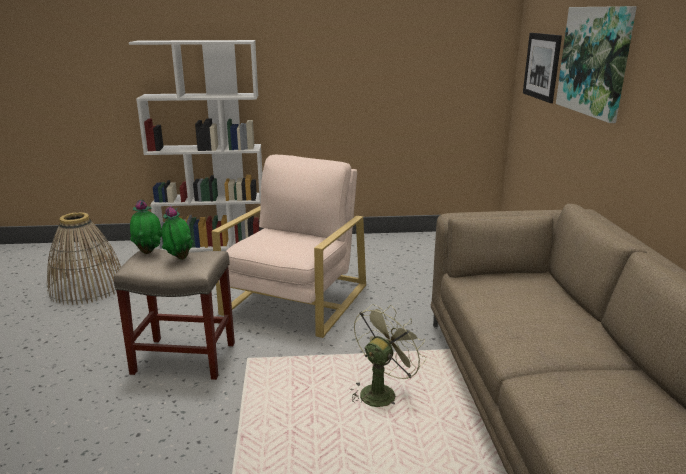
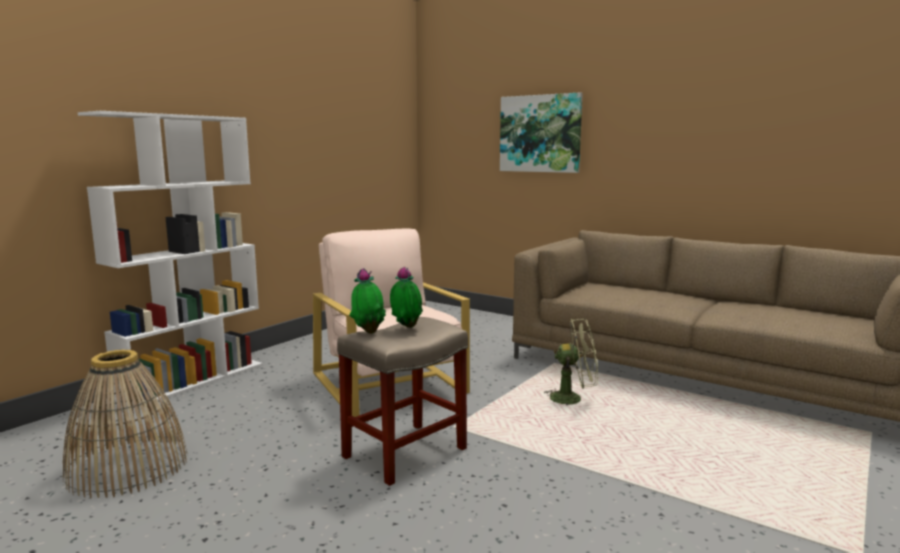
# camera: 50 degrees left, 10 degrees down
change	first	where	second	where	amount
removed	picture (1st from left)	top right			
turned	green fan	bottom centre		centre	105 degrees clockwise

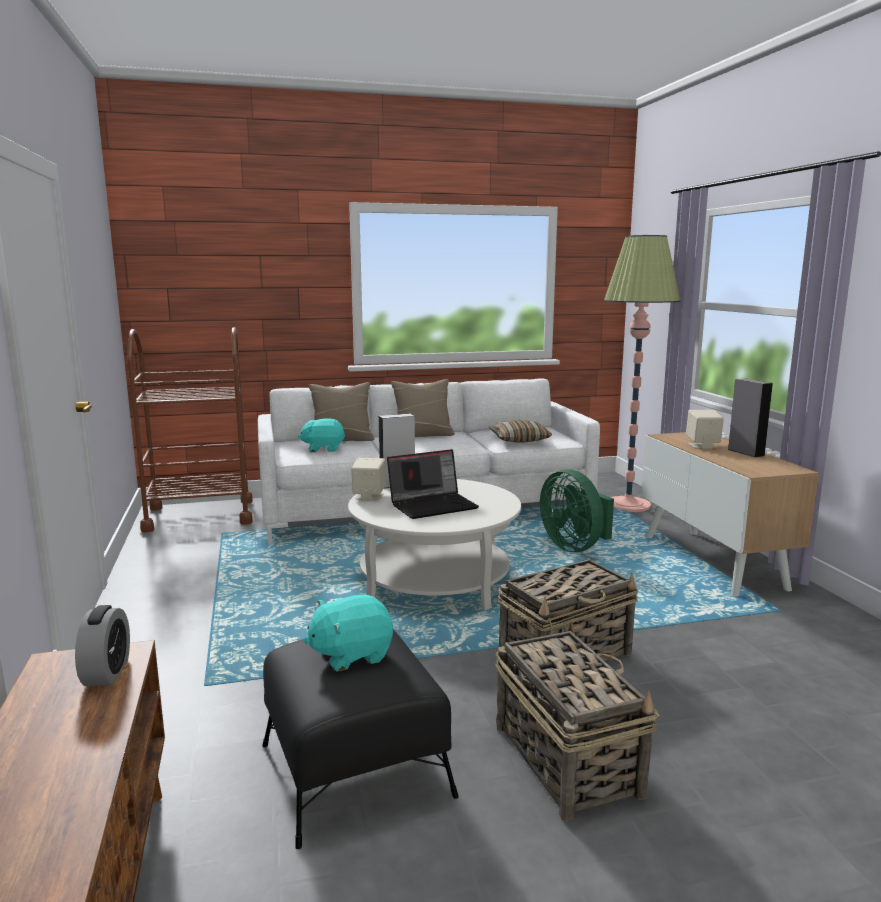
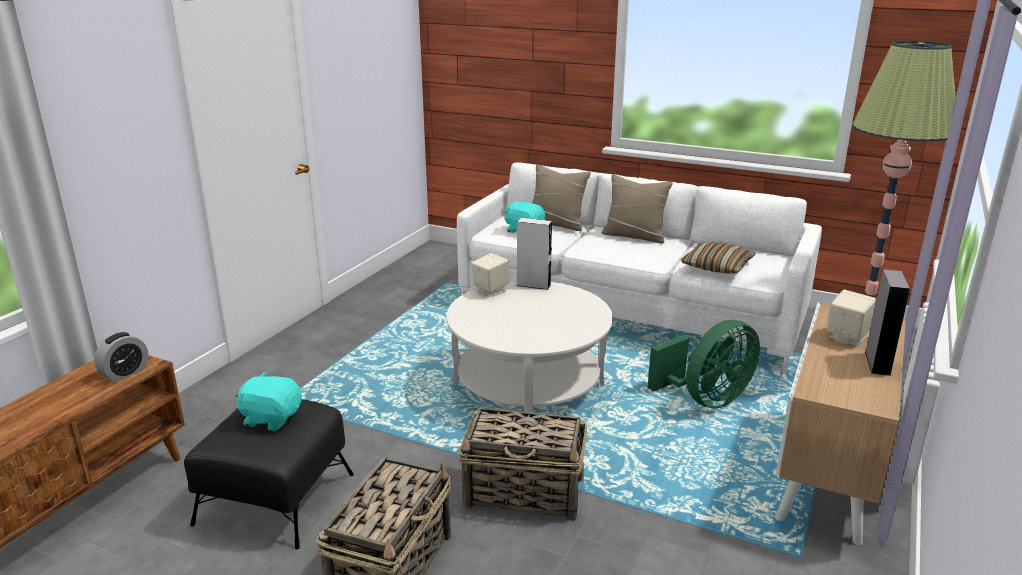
# camera: 40 degrees right, 10 degrees up
change	first	where	second	where	amount
removed	brown cart	middle left			
removed	laptop	centre			
turned	green fan	centre		middle right	135 degrees counterclockwise

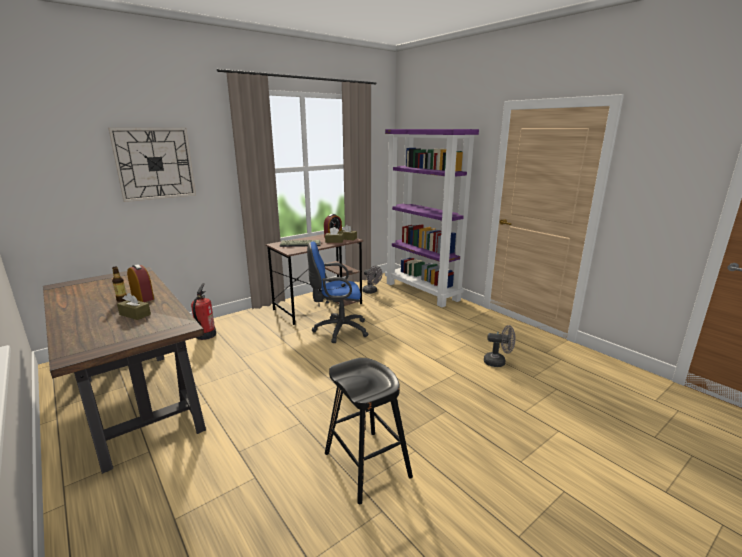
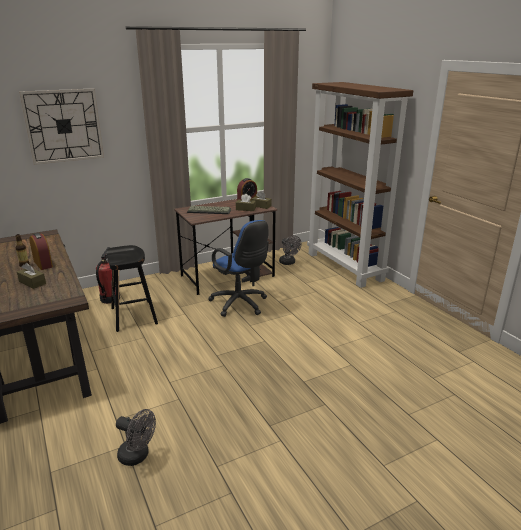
# camera: 10 degrees right, 5 degrees up
change	first	where	second	where	amount
recoloured	purple bookcase	centre	brown bookcase	middle right	
turned	blue office chair	centre		centre	135 degrees counterclockwise
moved	grey fan (2nd from left in the first image)	middle right	grey fan (1st from left)	bottom left	
moved	black stool	bottom centre		middle left	

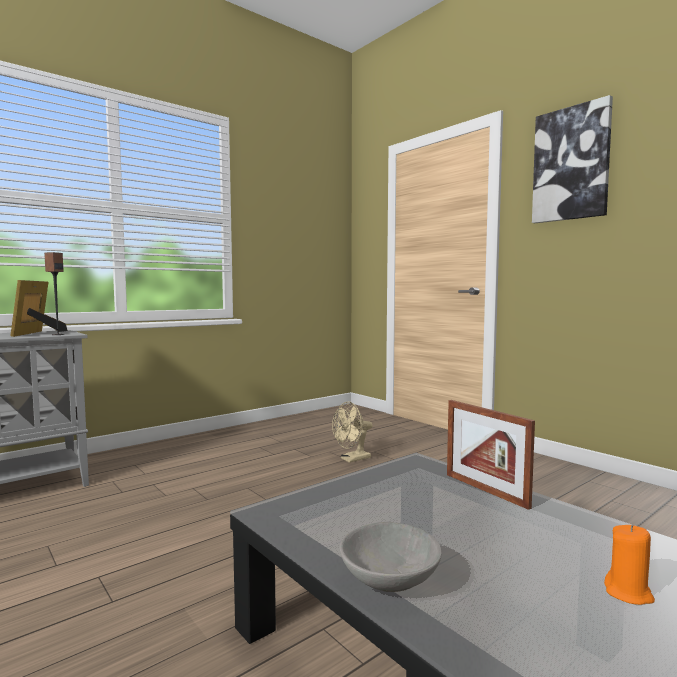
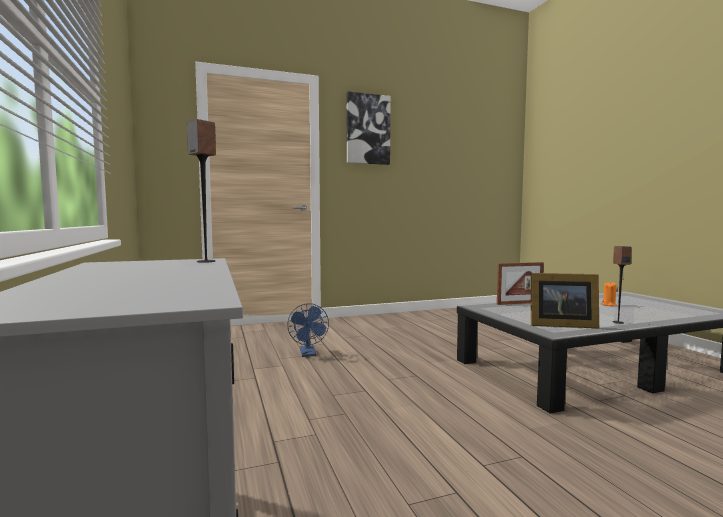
# camera: 70 degrees left, 0 degrees up
change	first	where	second	where	amount
moved	picture frame (1st from left in the first image)	middle left	picture frame (2nd from left)	middle right	
recoloured	beige fan	centre	blue fan	centre	
replaced	grey bowl	bottom centre	speaker (2nd from left)	middle right	

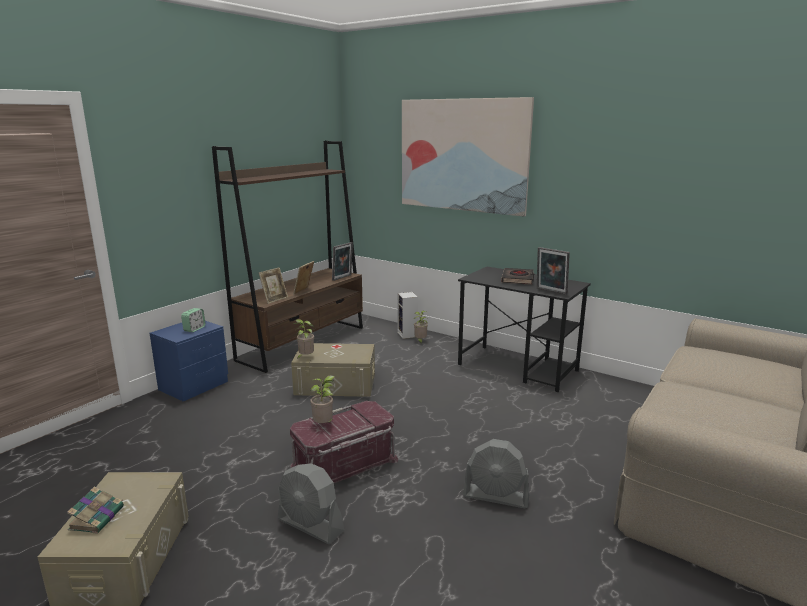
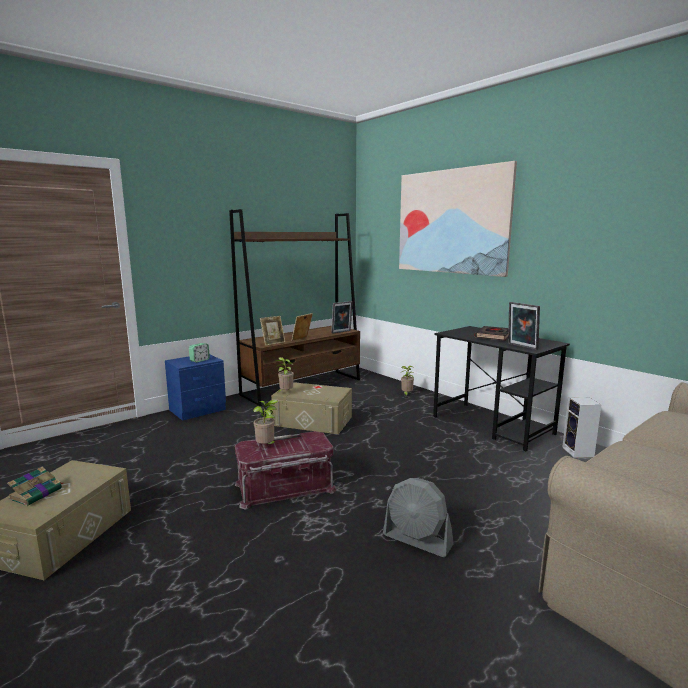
# camera: 15 degrees right, 5 degrees down
change	first	where	second	where	amount
moved	speaker	centre		middle right	
removed	grey fan (1st from left)	bottom centre			

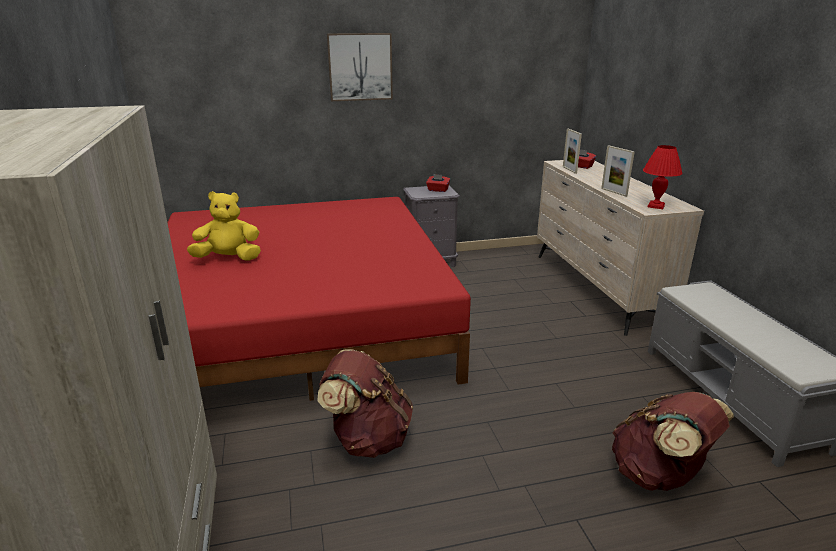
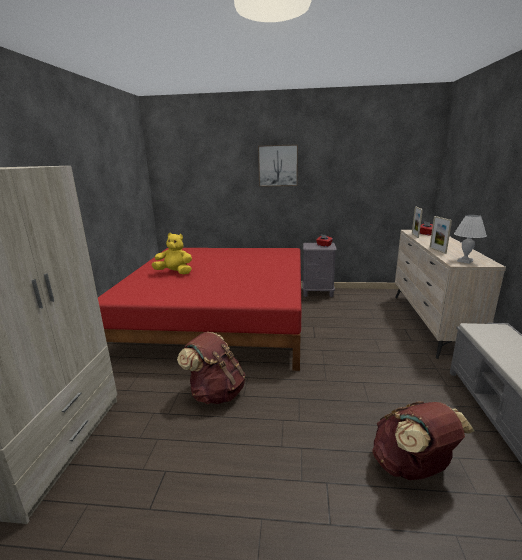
# camera: 20 degrees right, 5 degrees down
change	first	where	second	where	amount
recoloured	red table lamp	top right	white table lamp	middle right	

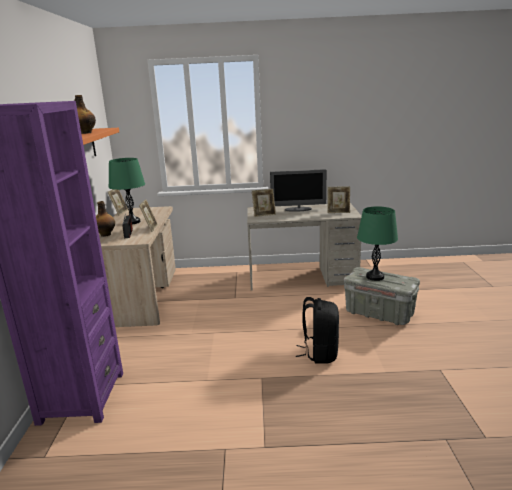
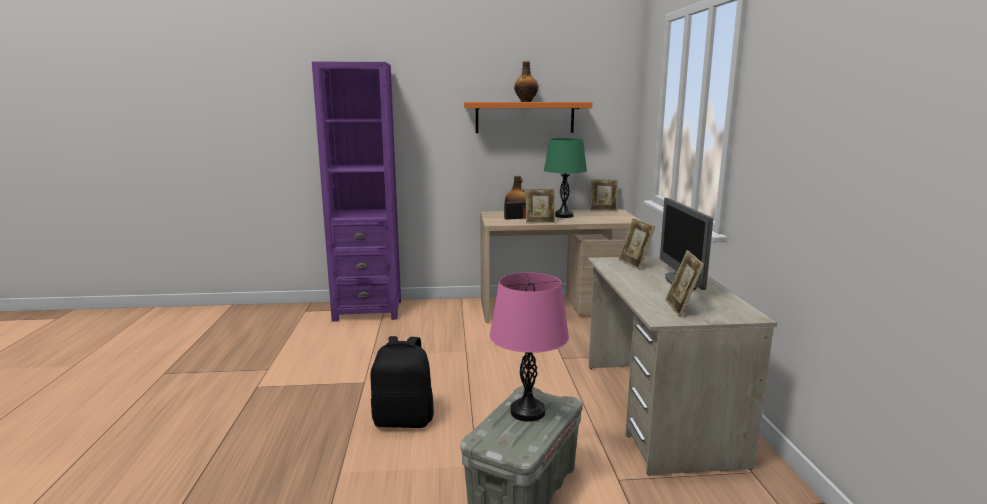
# camera: 85 degrees right, 5 degrees down
change	first	where	second	where	amount
recoloured	green table lamp (2nd from left)	middle right	pink table lamp	bottom centre	

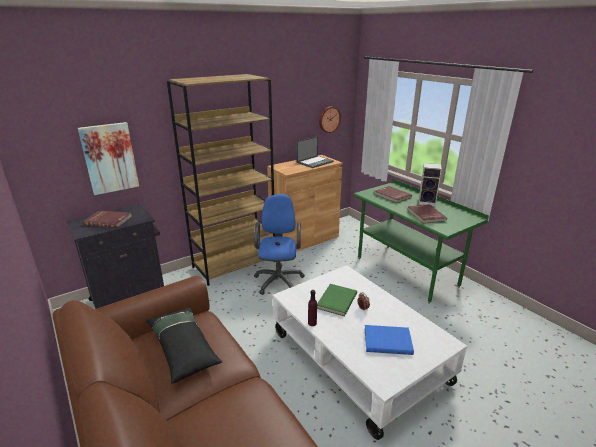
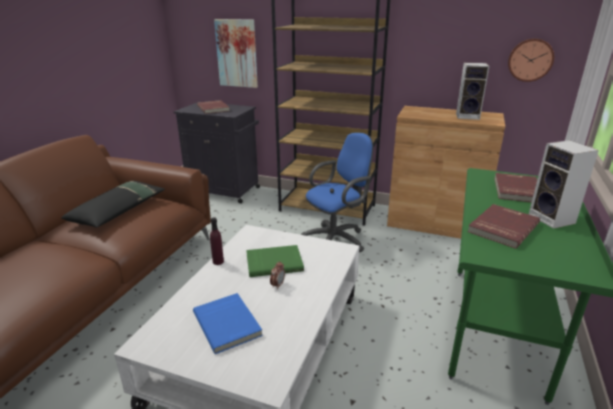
# camera: 55 degrees right, 0 degrees up
change	first	where	second	where	amount
replaced	laptop	centre	speaker (1st from left)	top right	

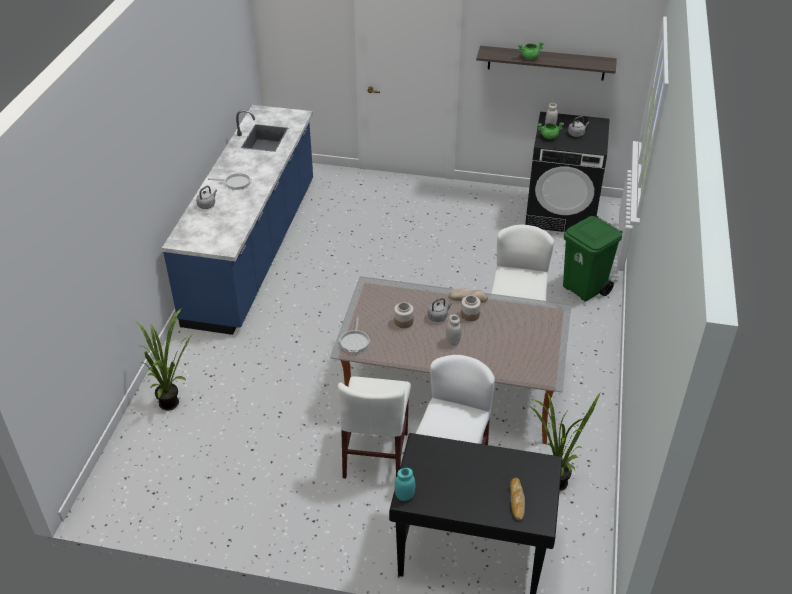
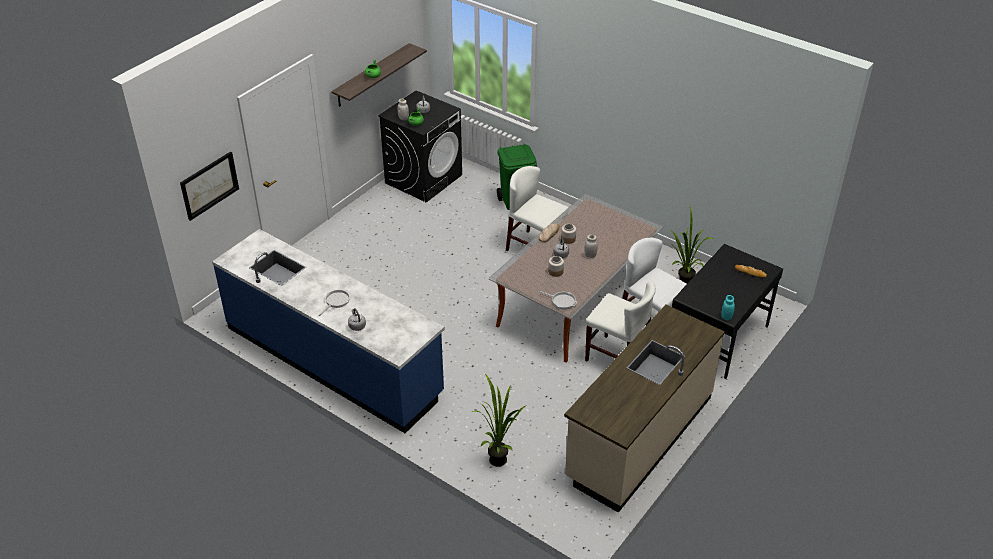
# camera: 65 degrees left, 0 degrees up
change	first	where	second	where	amount
added			picture	top left	
added			beige counter	bottom centre	

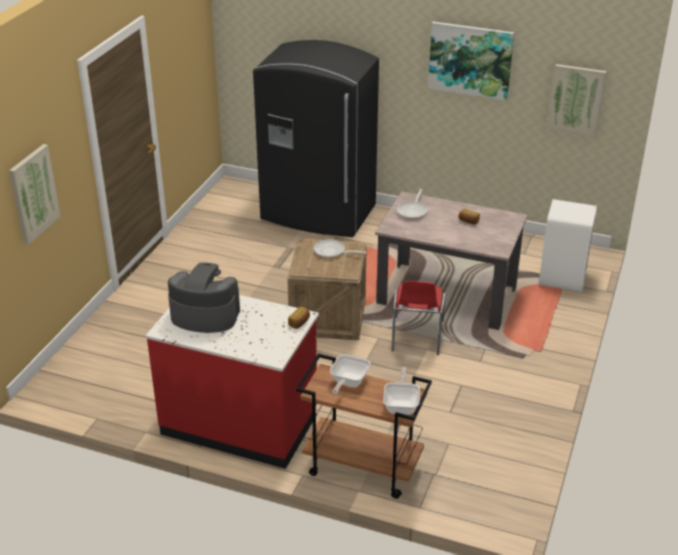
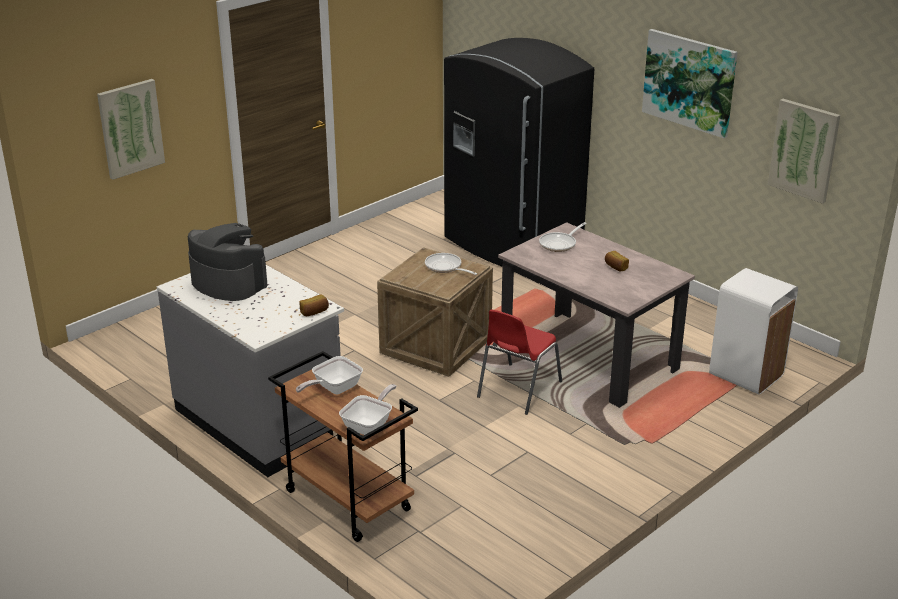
# camera: 25 degrees right, 5 degrees down
change	first	where	second	where	amount
recoloured	red counter	bottom centre	grey counter	middle left	

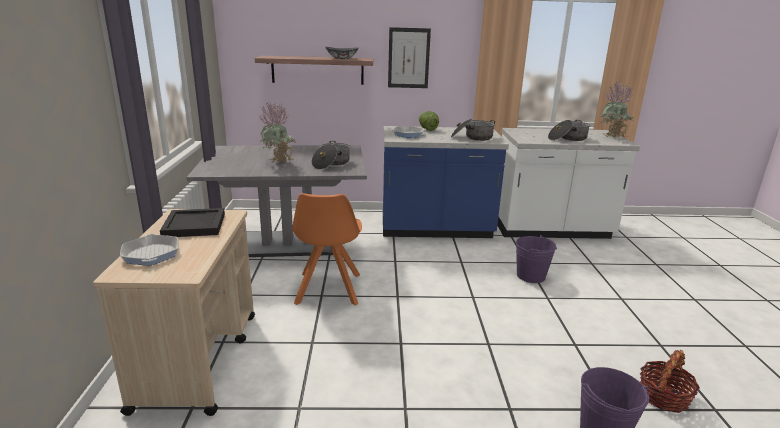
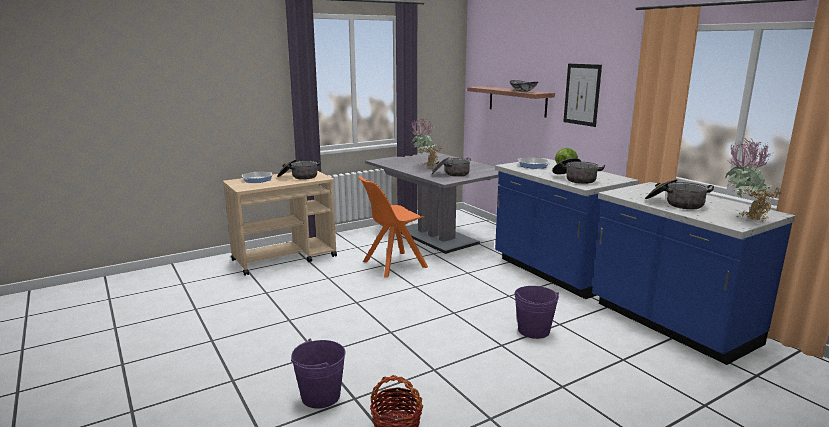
# camera: 60 degrees right, 5 degrees down
change	first	where	second	where	amount
recoloured	white counter	middle right	blue counter (2nd from left)	middle right	
replaced	black tray	middle left	cooking pot (1st from left)	centre	

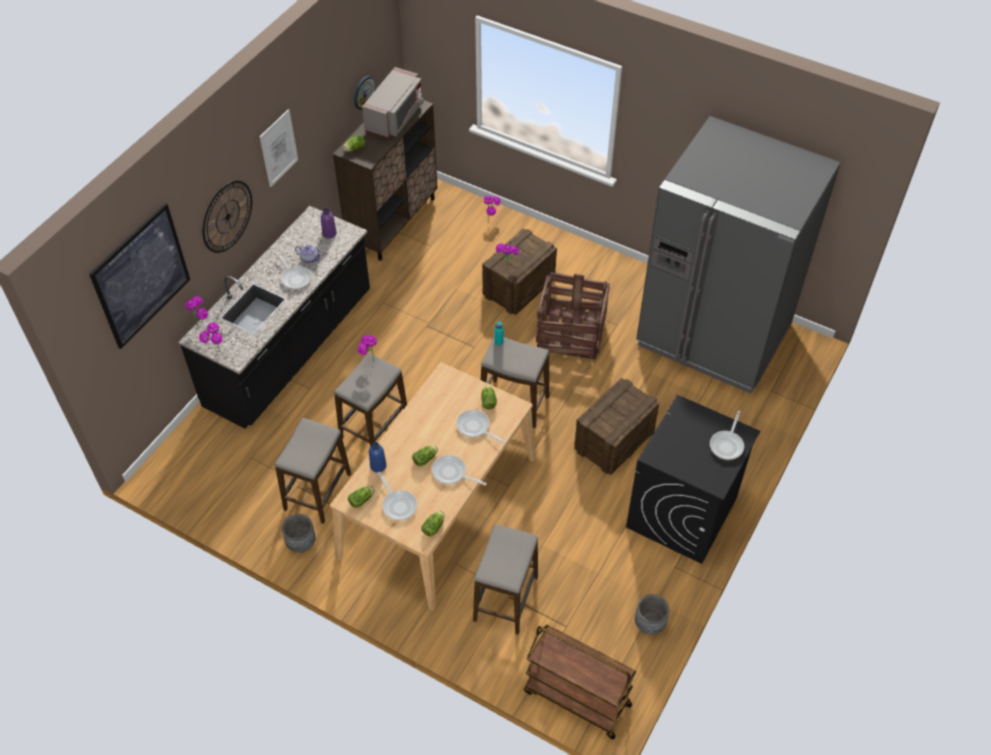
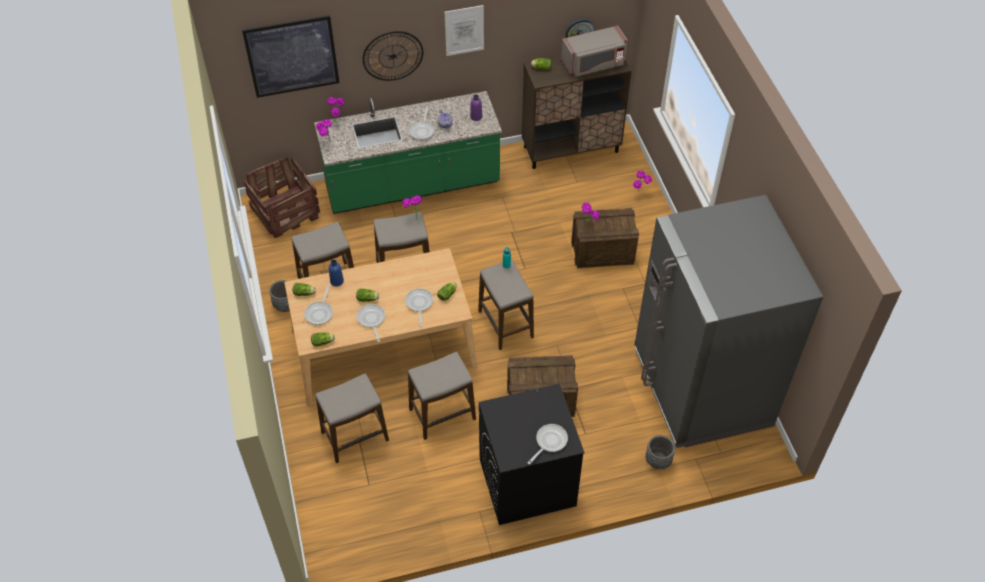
# camera: 45 degrees right, 0 degrees up
change	first	where	second	where	amount
recoloured	black counter	middle left	green counter	top centre	
moved	crate (2nd from left in the first image)	centre	crate (1st from left)	middle left	
turned	frying pan (5th from left)	middle right		bottom centre	150 degrees clockwise
moved	grey planter (2nd from left)	bottom centre		bottom right	
removed	brown cart	bottom centre			
added			stool (4th from left)	bottom centre	

